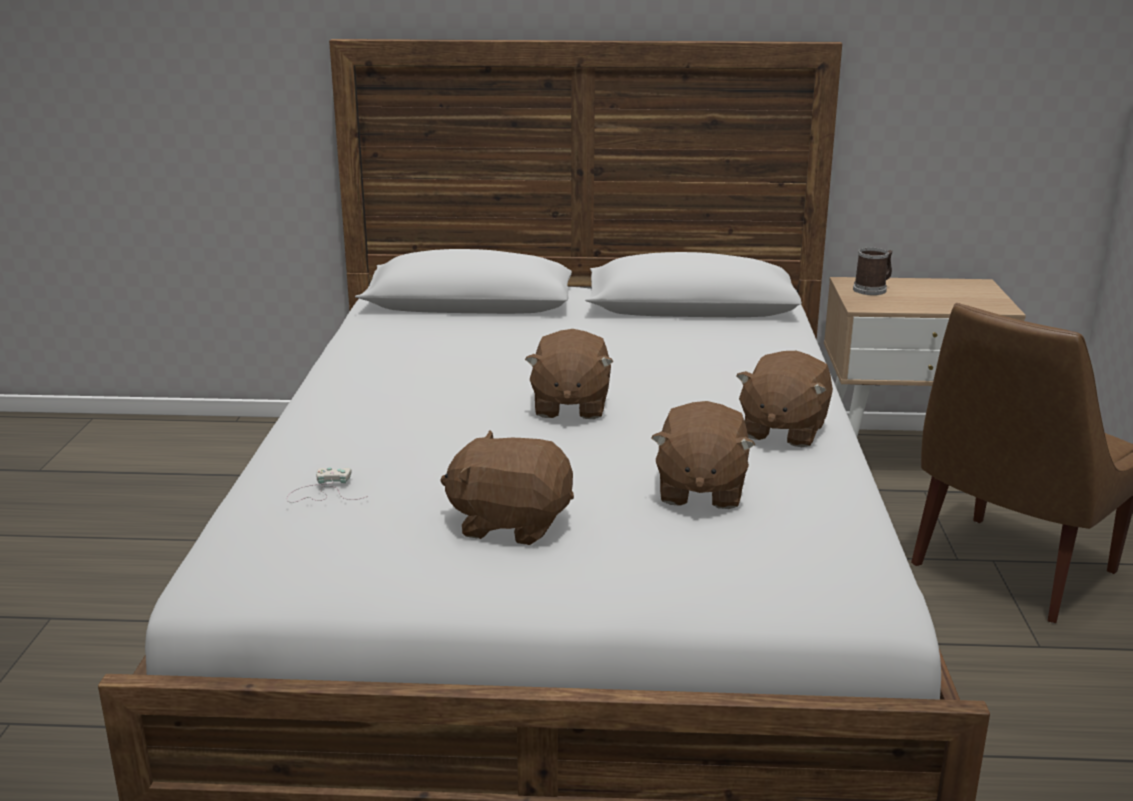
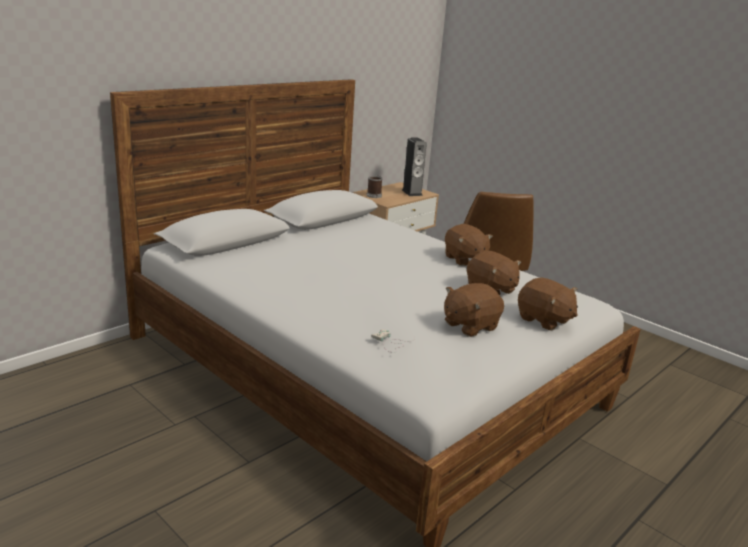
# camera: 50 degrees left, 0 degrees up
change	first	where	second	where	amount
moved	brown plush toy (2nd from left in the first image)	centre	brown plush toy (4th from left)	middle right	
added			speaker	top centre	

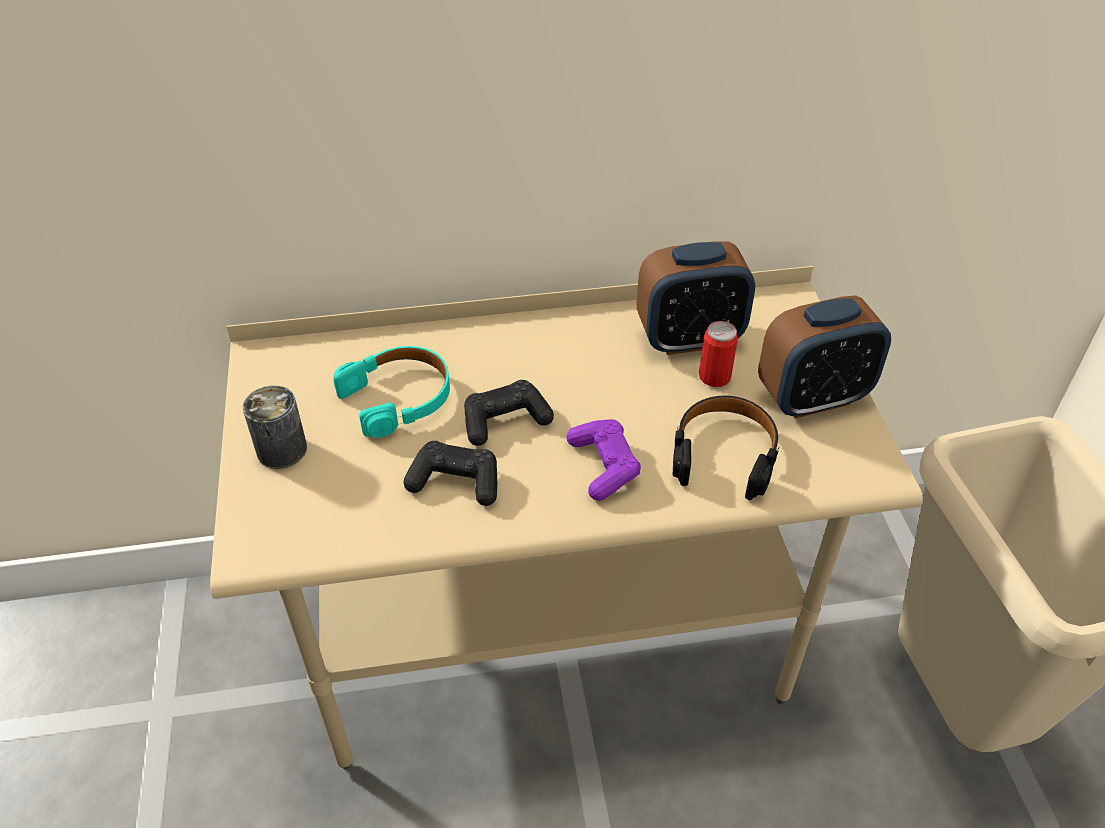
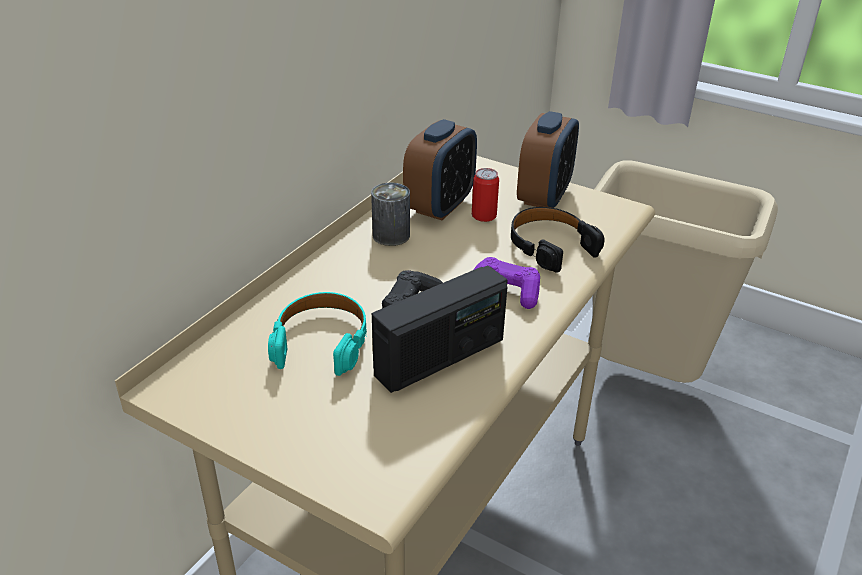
# camera: 50 degrees left, 10 degrees down
change	first	where	second	where	amount
moved	can (1st from left)	middle left		centre	
replaced	black game controller (1st from left)	centre	radio	centre	

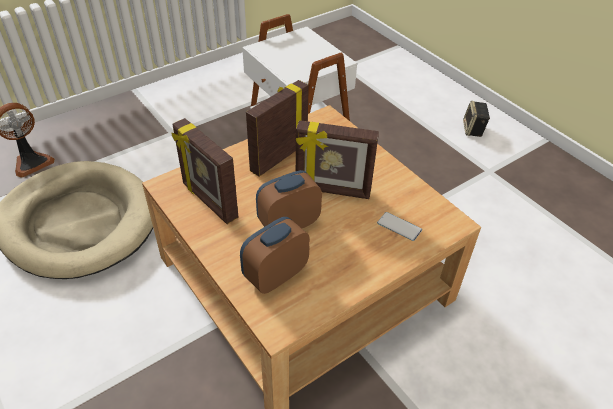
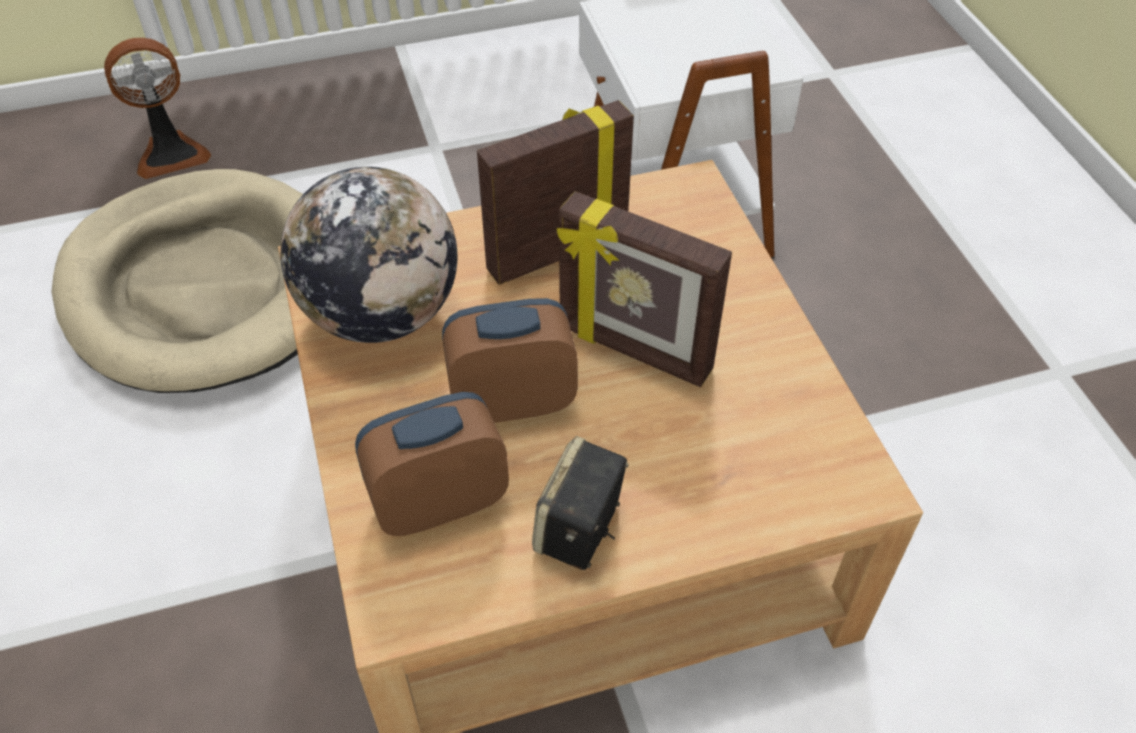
# camera: 20 degrees right, 5 degrees up
change	first	where	second	where	amount
moved	speaker	top right		bottom centre	
replaced	picture frame (1st from left)	middle left	globe	middle left	
removed	phone	centre			

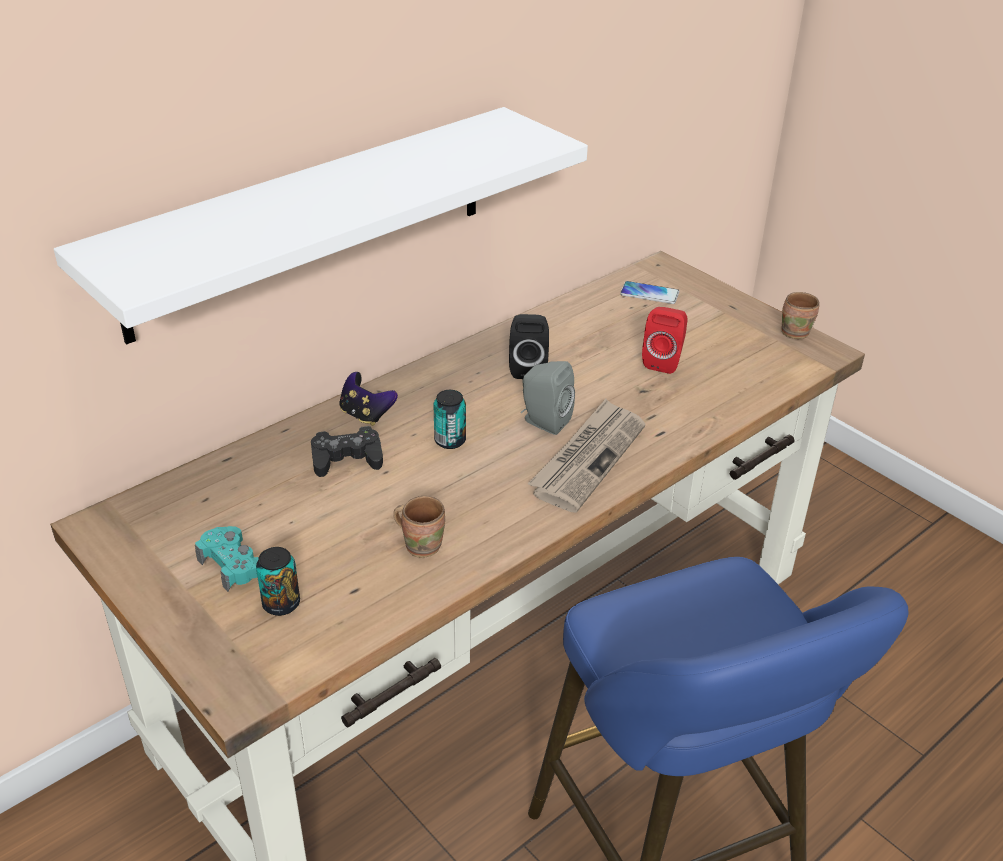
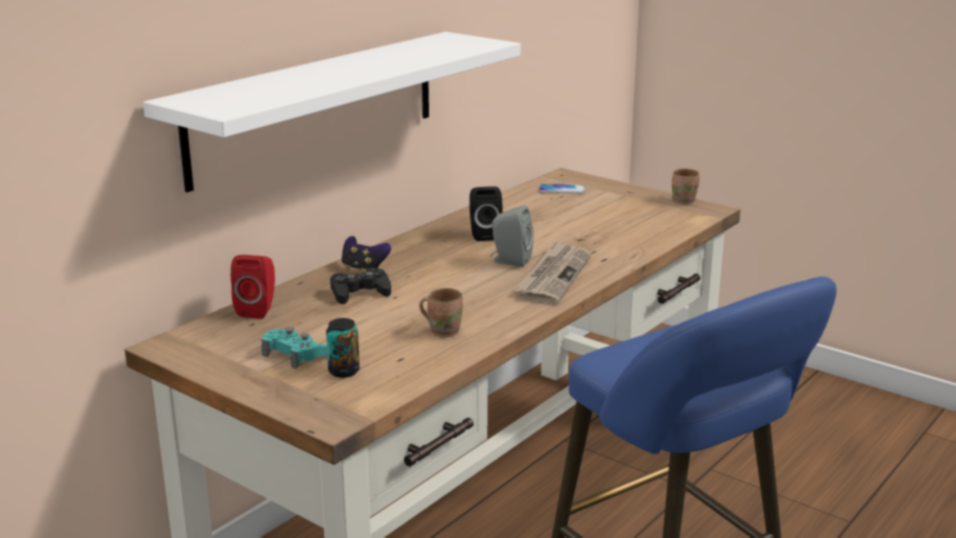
# camera: 10 degrees left, 15 degrees down
change	first	where	second	where	amount
moved	red speaker	centre		middle left	
removed	can (2nd from left)	centre			

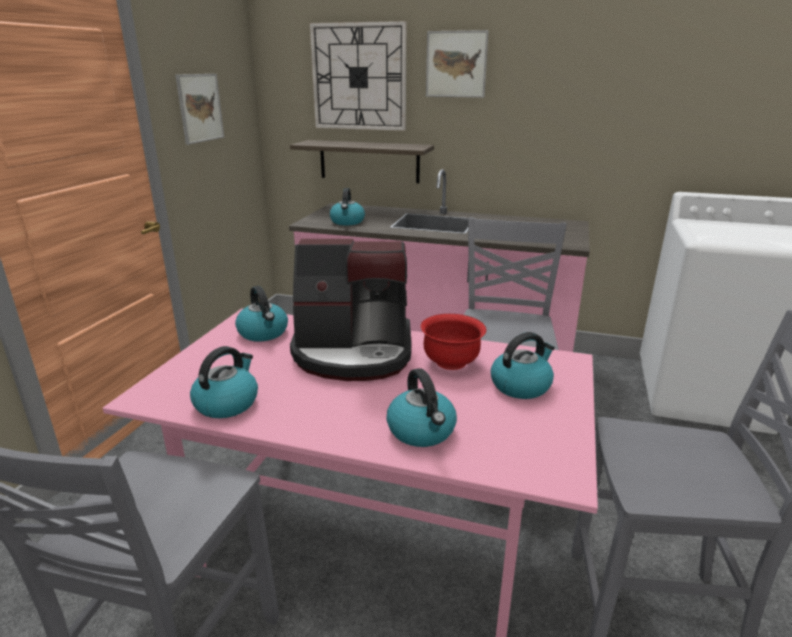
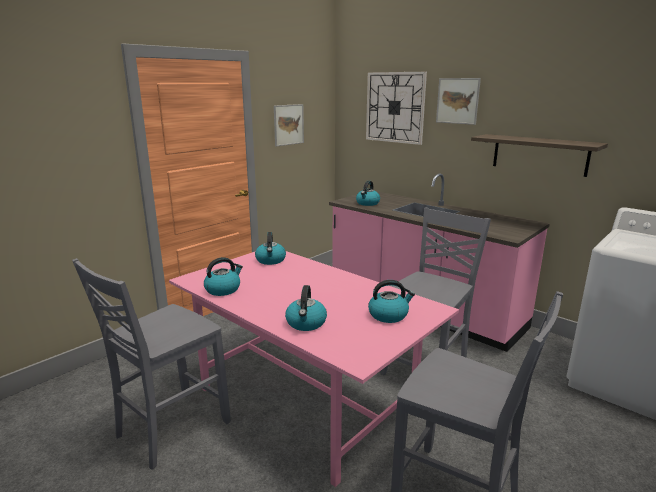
# camera: 25 degrees right, 5 degrees down
change	first	where	second	where	amount
moved	shelf	top centre		top right	
removed	coffee machine	centre			
removed	red bowl	centre			

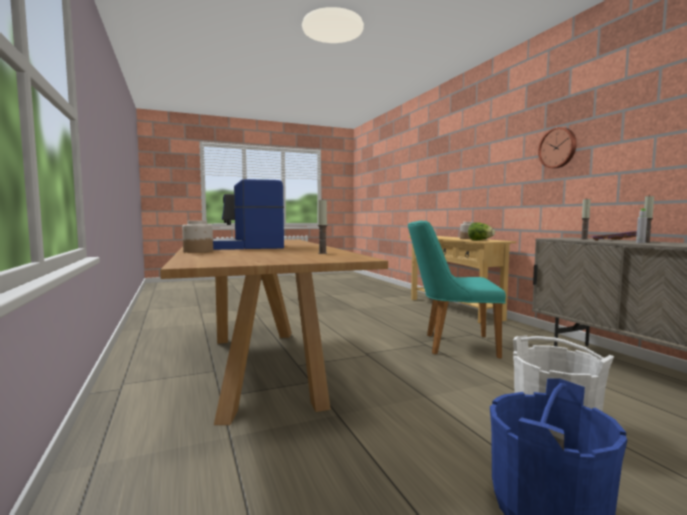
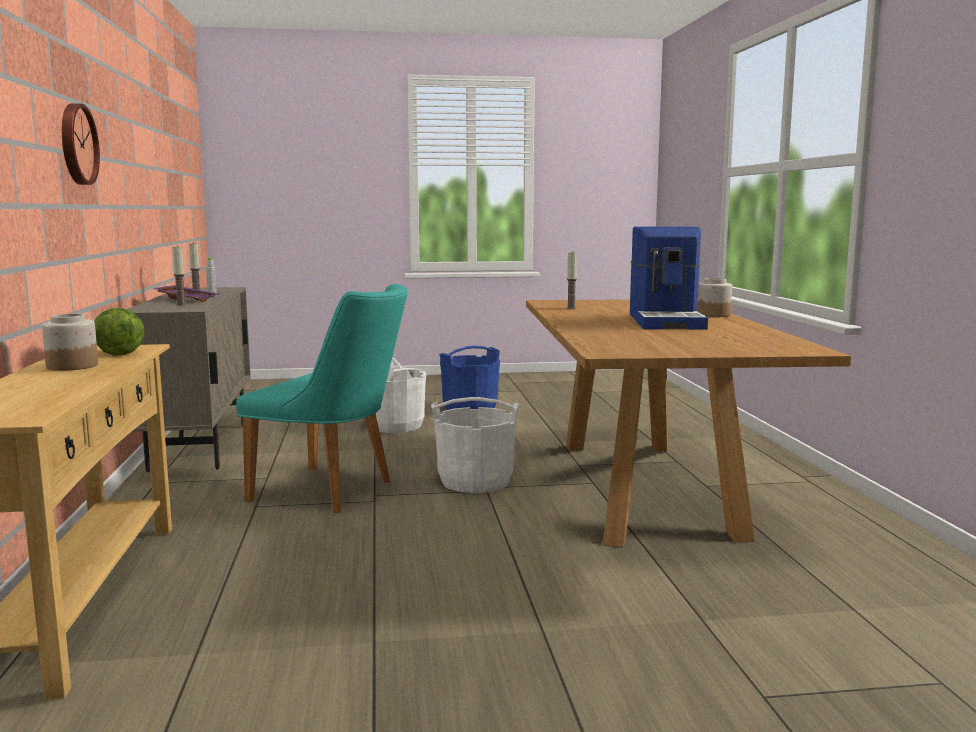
# camera: 165 degrees left, 5 degrees up
change	first	where	second	where	amount
turned	coffee machine	centre		middle right	90 degrees clockwise
added			white bucket (2nd from left)	centre	

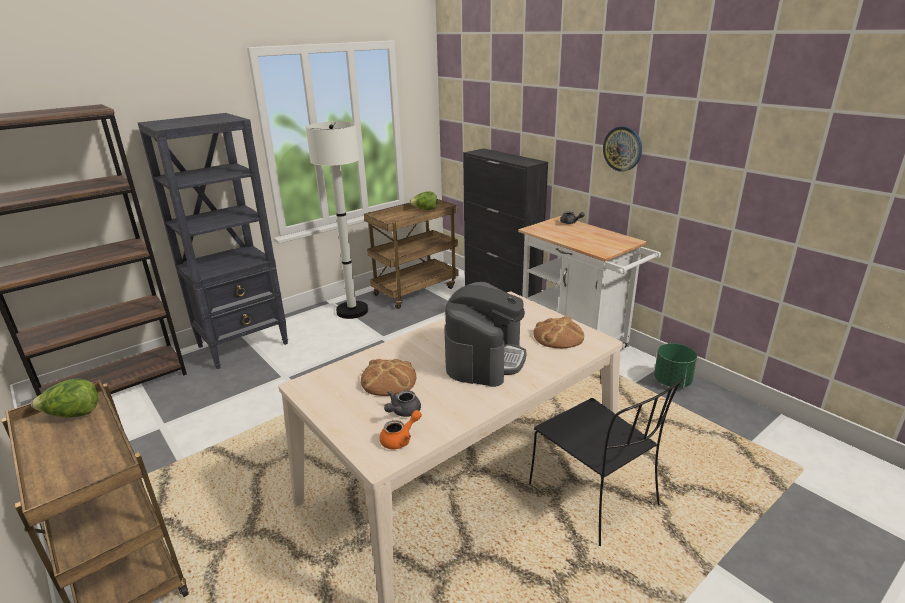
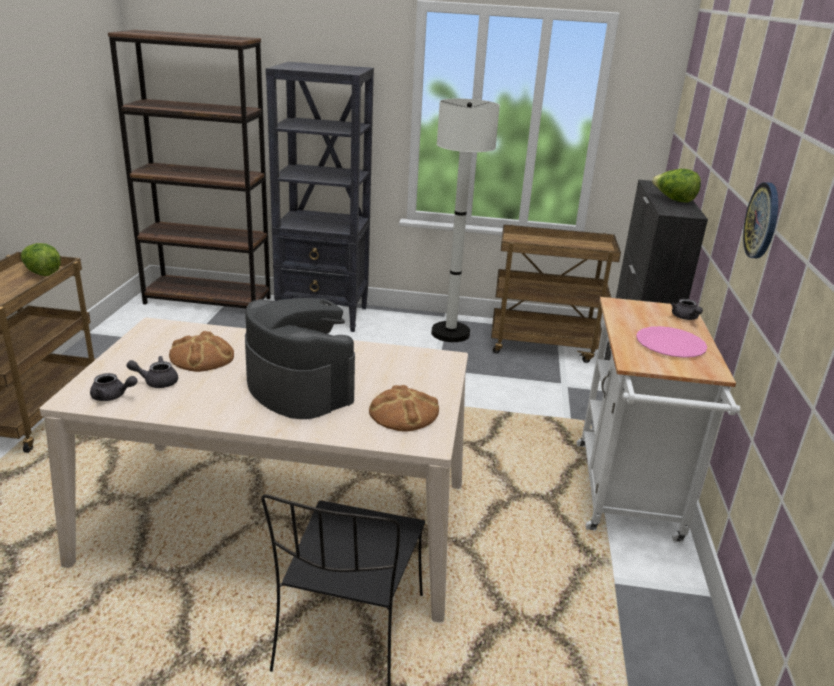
# camera: 45 degrees right, 0 degrees up
change	first	where	second	where	amount
moved	lettuce (2nd from left)	top centre		top right	
turned	coffee machine	centre		centre	105 degrees counterclockwise
removed	green planter	middle right			
recoloured	orange teapot	bottom centre	grey teapot (1st from left)	middle left	
added			pink plate	middle right	

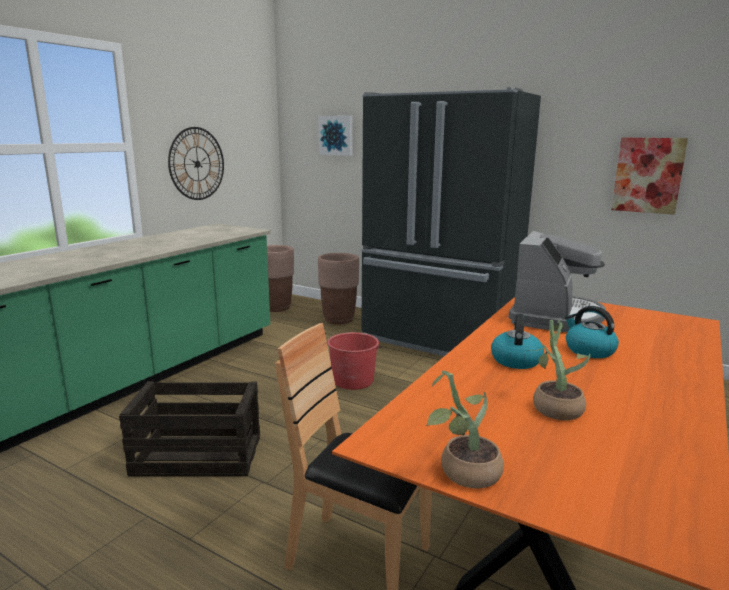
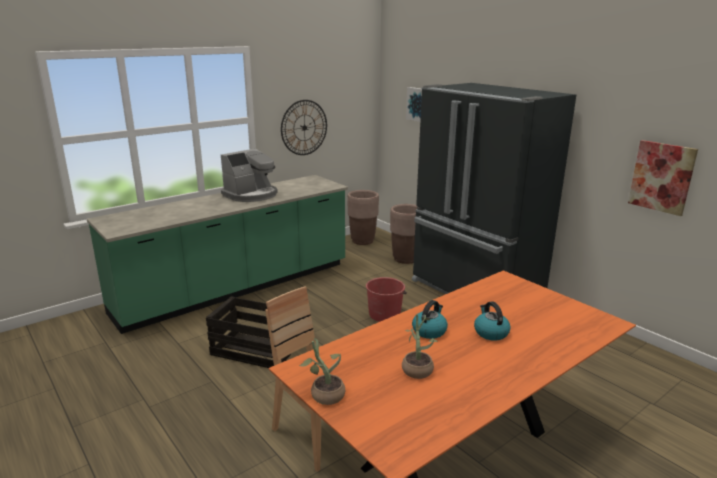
# camera: 20 degrees right, 5 degrees up
change	first	where	second	where	amount
moved	coffee machine	middle right		centre	

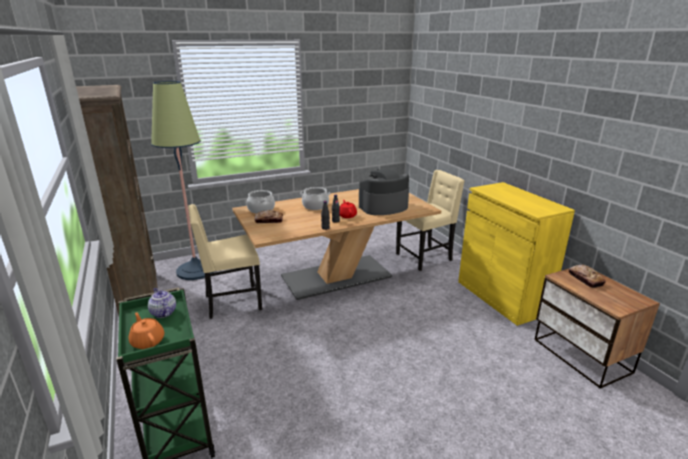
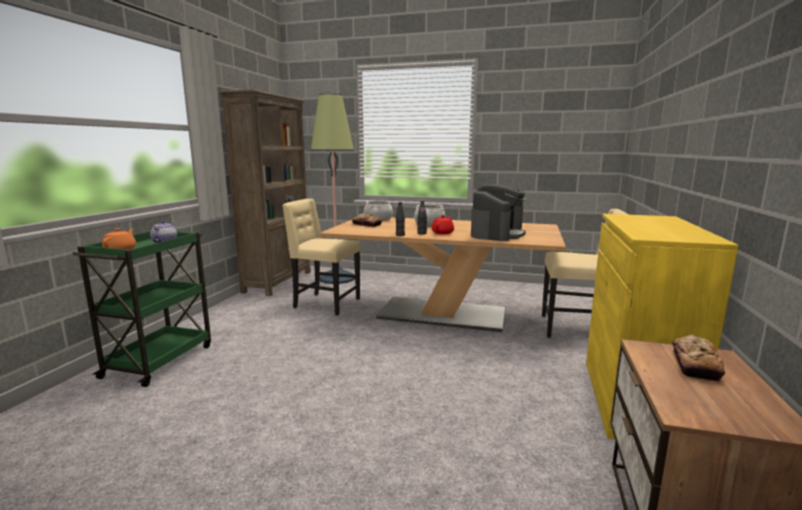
# camera: 40 degrees right, 10 degrees down
change	first	where	second	where	amount
turned	coffee machine	centre		centre	105 degrees clockwise

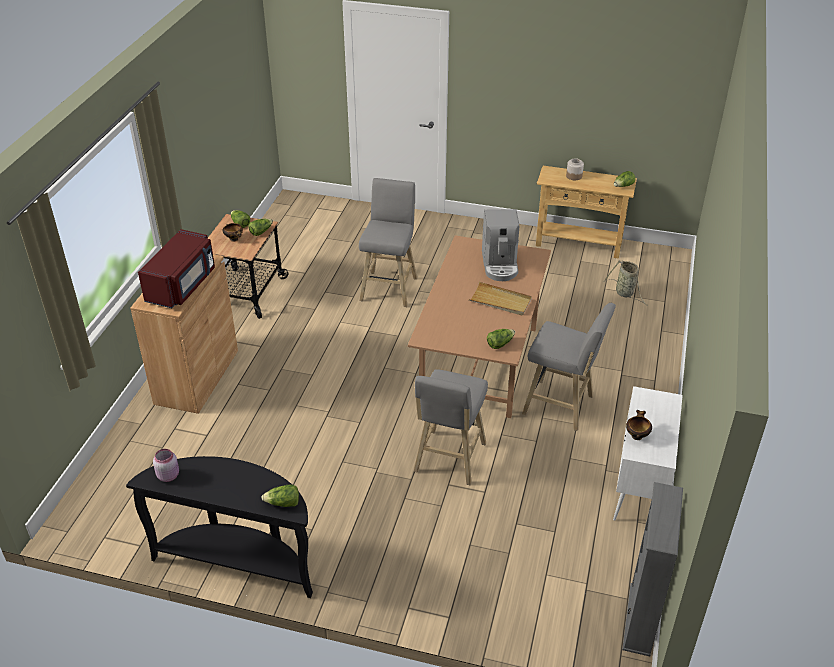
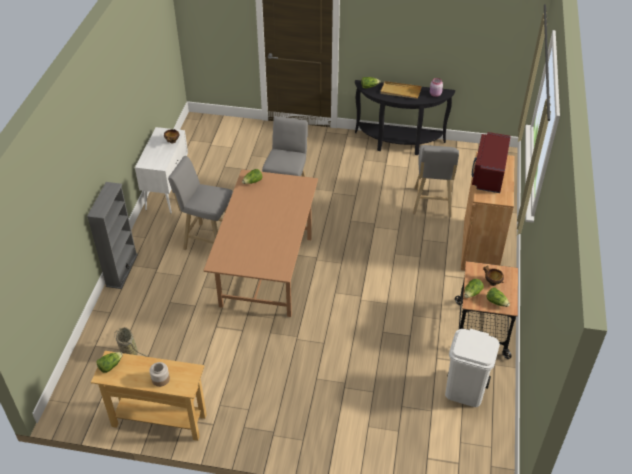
# camera: 175 degrees right, 5 degrees up
change	first	where	second	where	amount
moved	grey stool (1st from left in the first image)	centre	grey stool (3rd from left)	middle right	
removed	coffee machine	centre			
moved	beige tray	centre		top centre	
moved	grey bookcase	bottom right		middle left	
added			white trash can	bottom right	

